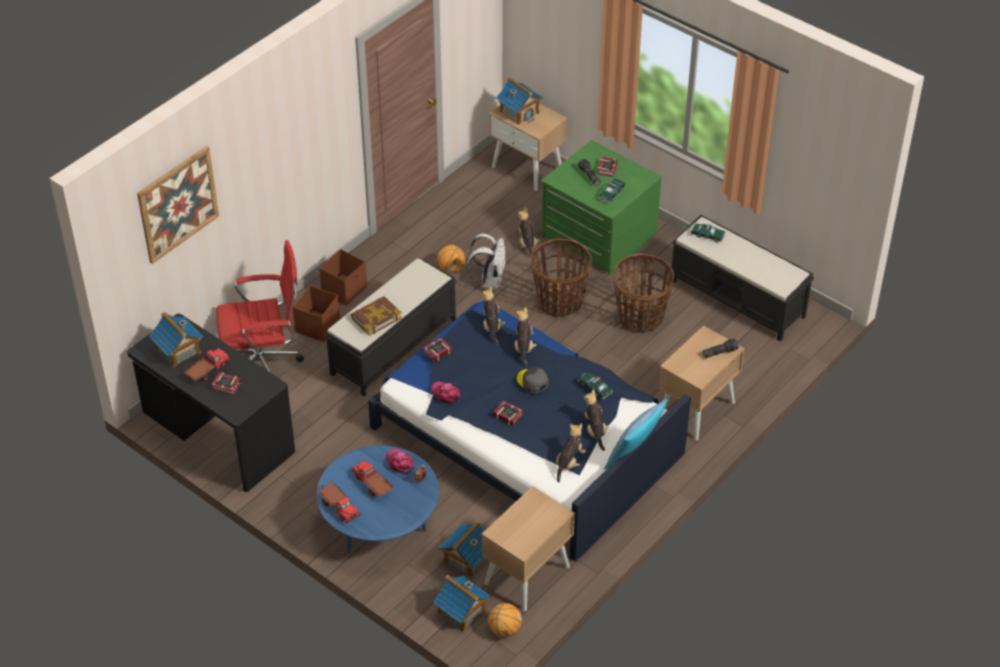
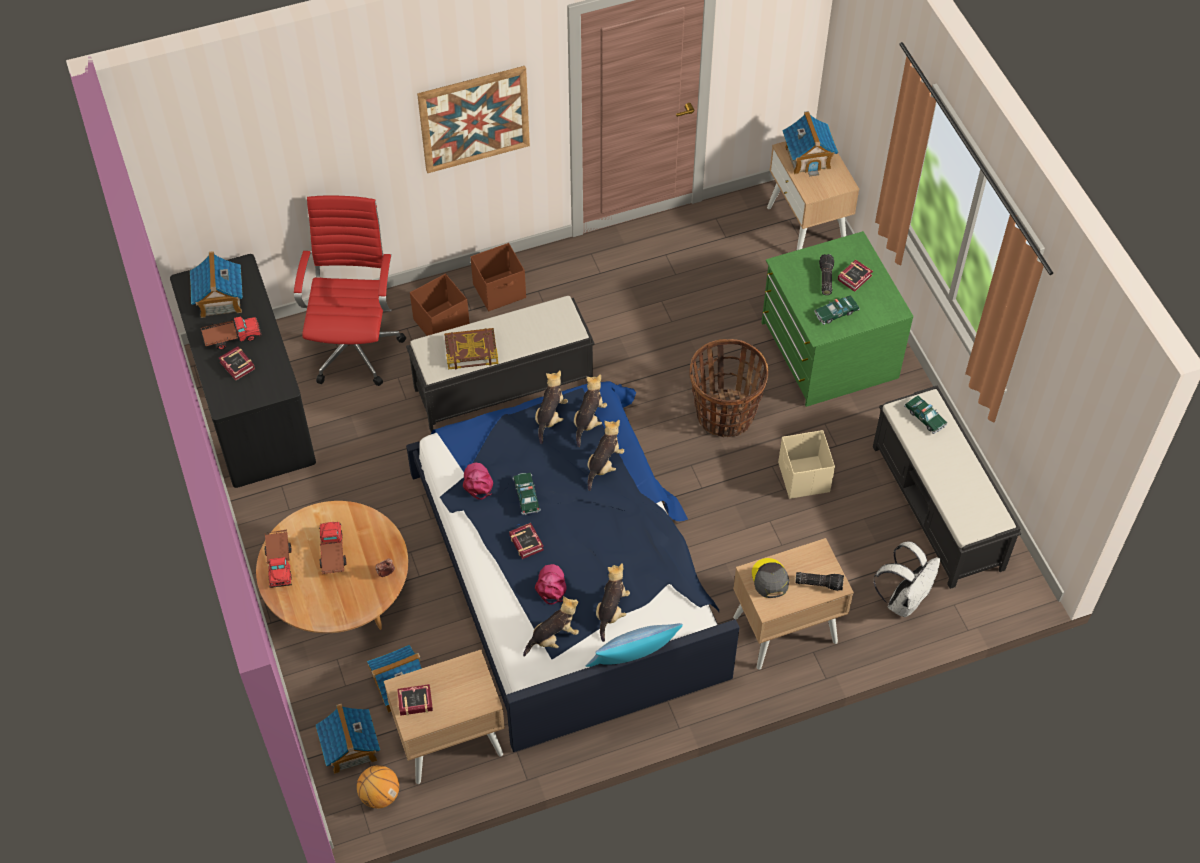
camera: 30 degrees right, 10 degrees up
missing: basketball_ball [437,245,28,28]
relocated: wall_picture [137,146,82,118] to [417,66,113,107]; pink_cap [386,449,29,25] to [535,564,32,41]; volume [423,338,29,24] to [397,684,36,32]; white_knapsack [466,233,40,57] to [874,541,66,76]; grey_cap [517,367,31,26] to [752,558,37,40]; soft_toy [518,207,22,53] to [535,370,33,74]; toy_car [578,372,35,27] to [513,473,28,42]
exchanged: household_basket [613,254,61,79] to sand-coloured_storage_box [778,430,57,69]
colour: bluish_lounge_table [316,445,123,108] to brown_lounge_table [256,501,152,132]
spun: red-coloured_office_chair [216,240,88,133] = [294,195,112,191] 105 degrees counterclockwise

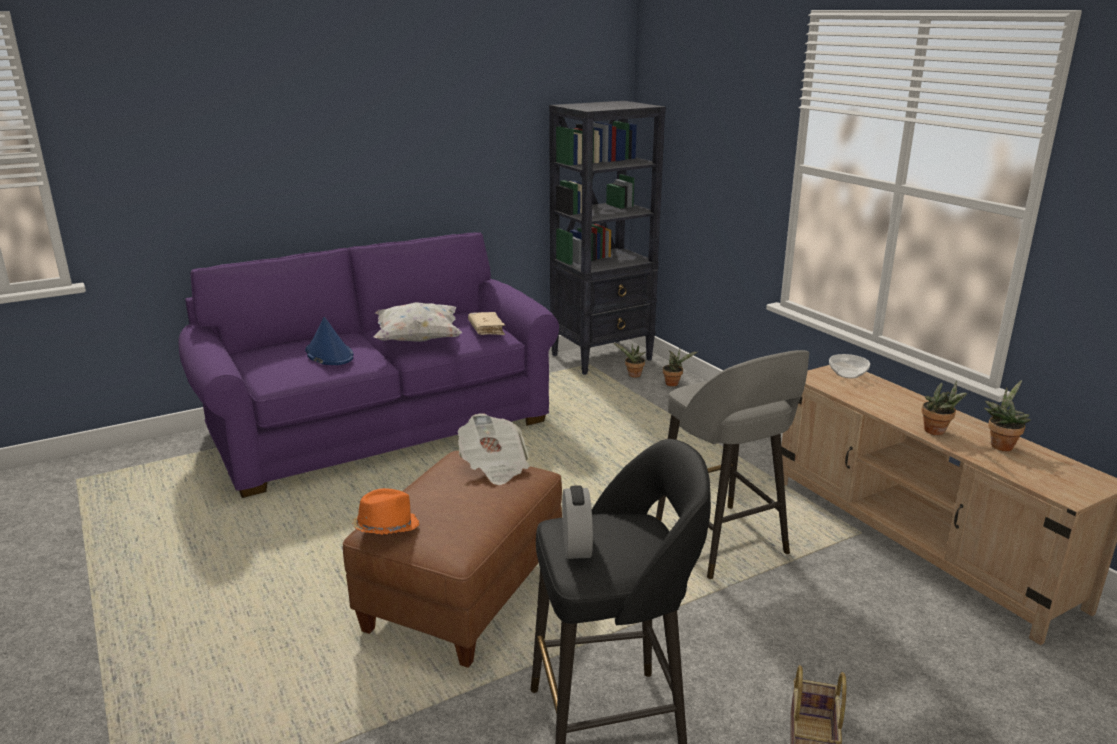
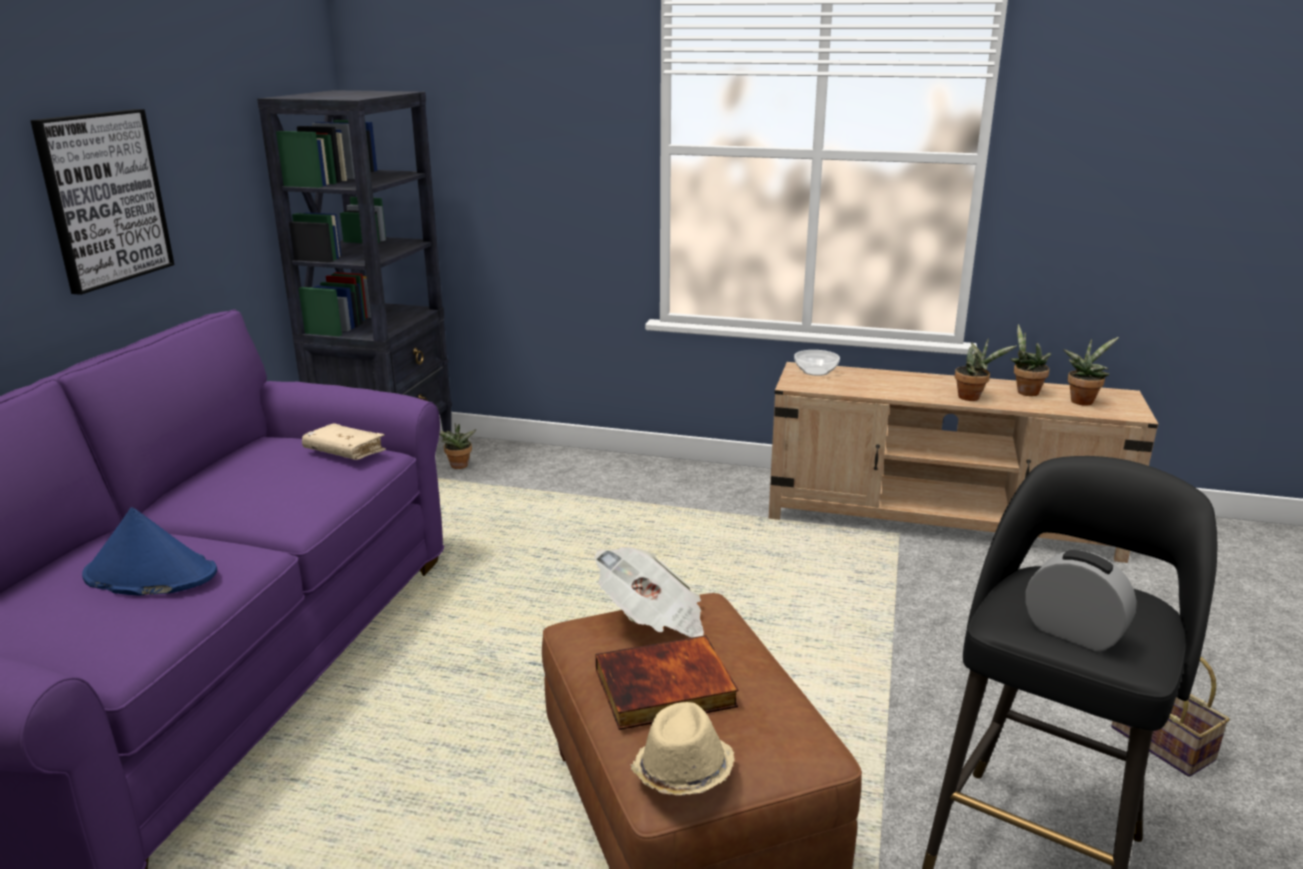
camera: 45 degrees left, 0 degrees up
missing: white_cushion [373,302,89,40]; grey_stool [656,350,153,229]
appeared: wall_picture [30,109,144,186]; volume [595,635,144,95]
relocated: potted_plant [663,349,35,37] to [1063,337,56,69]
colour: orangey_hat [352,488,67,47] to sand-coloured_hat [631,702,104,94]

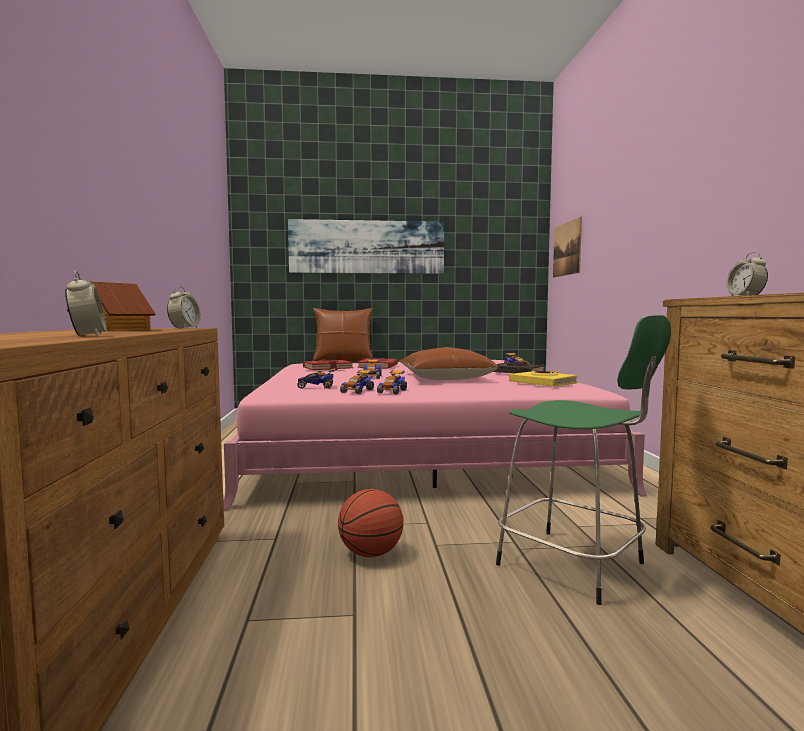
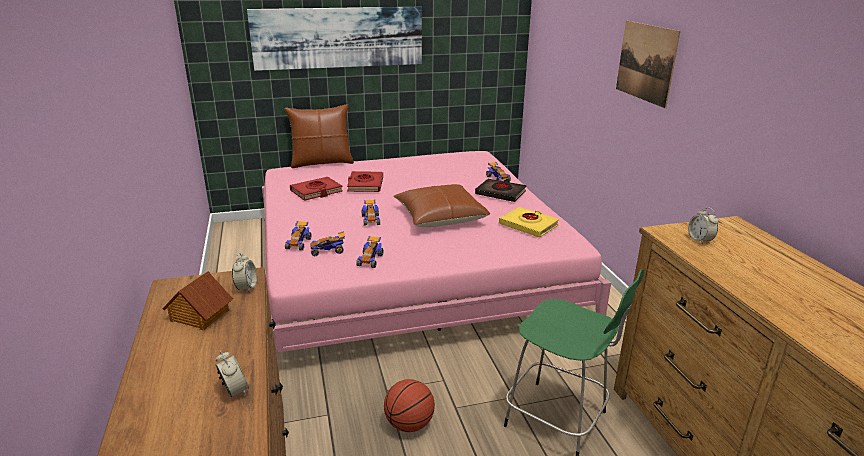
camera: 10 degrees left, 20 degrees up
relocated: toy_car [377,370,30,24] to [285,221,26,29]; wall_picture [553,217,29,61] to [616,21,65,87]

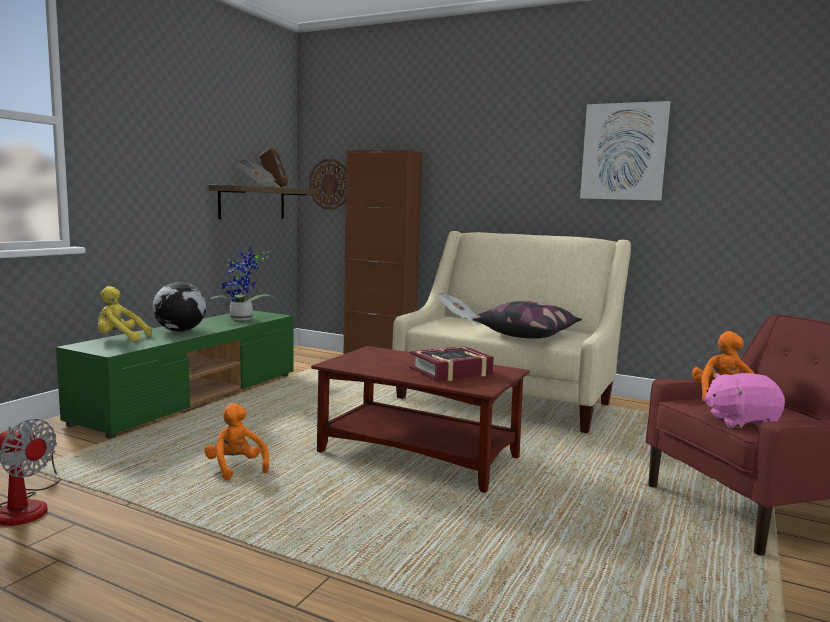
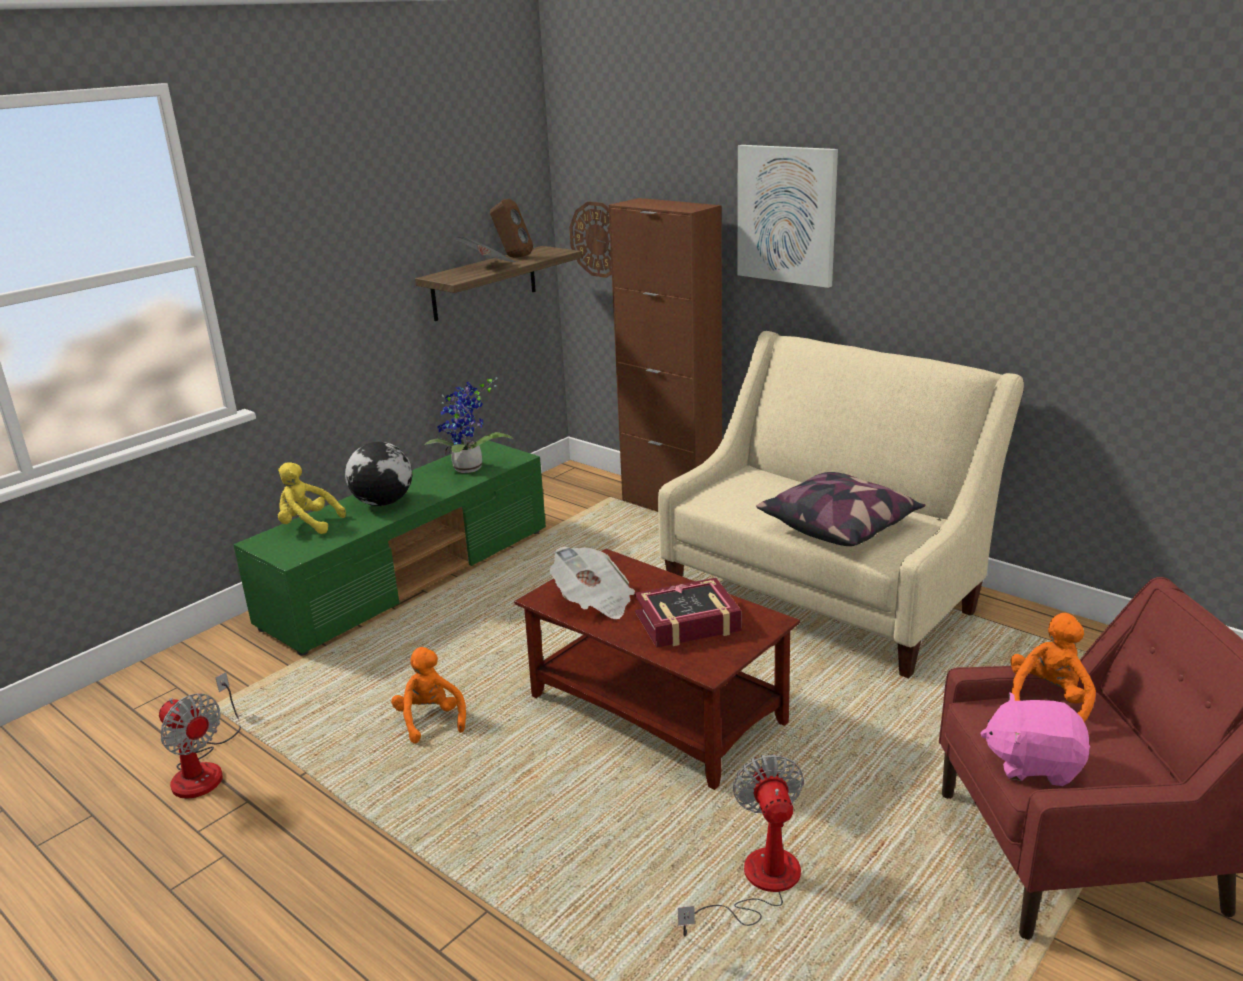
camera: 15 degrees right, 15 degrees up
appeared: electric_fan [678,754,126,183]
relocated: printed_paper [438,292,43,33] to [549,546,86,73]; wall_picture [580,101,90,100] to [737,145,101,143]

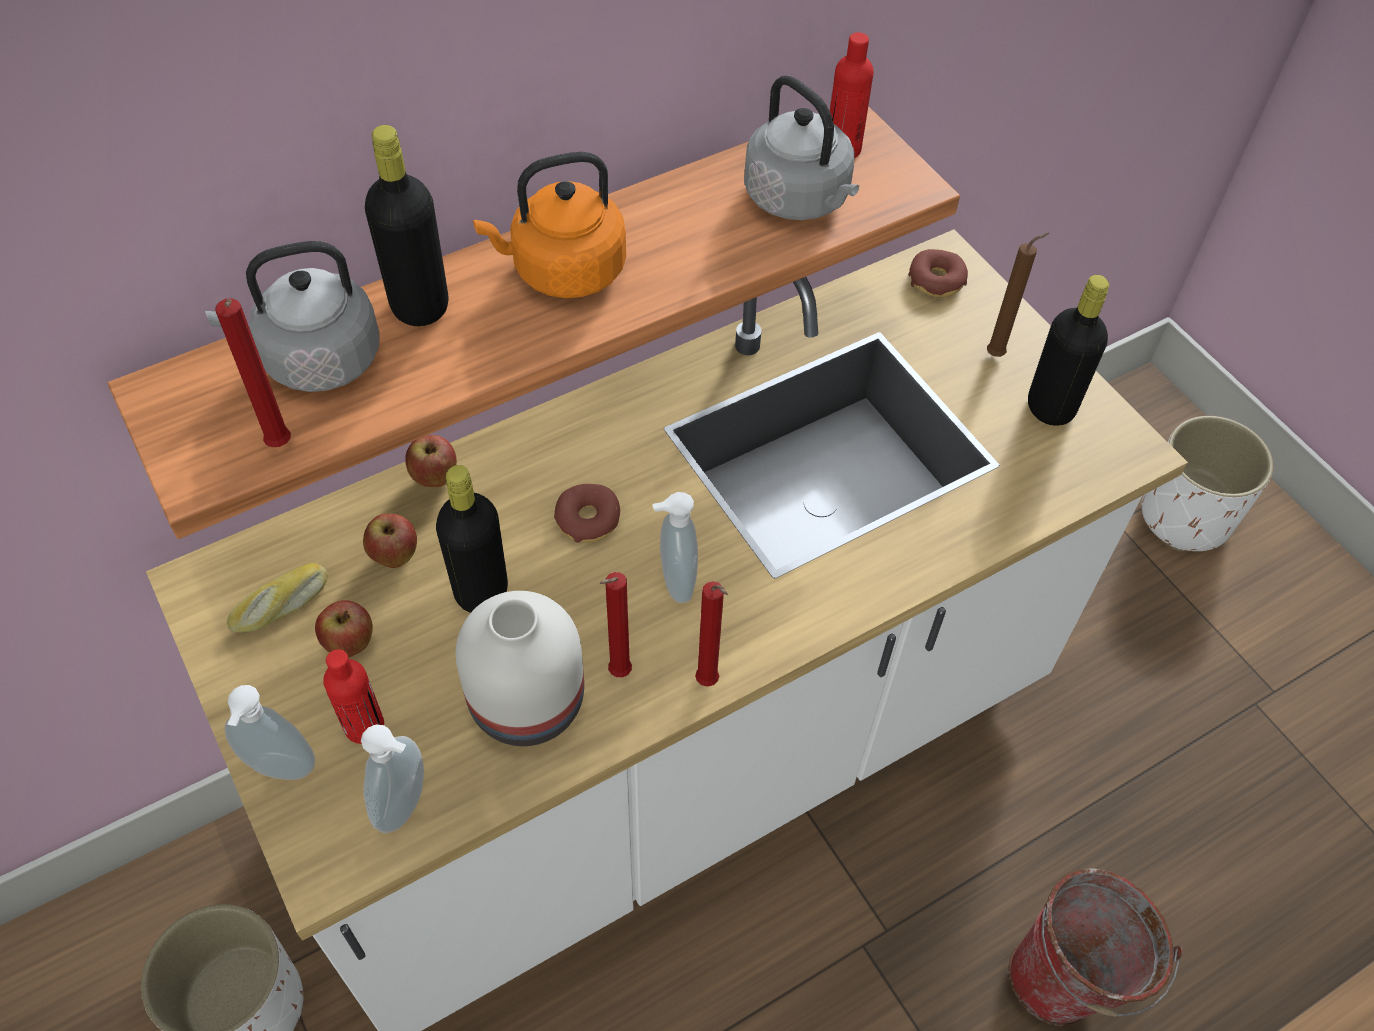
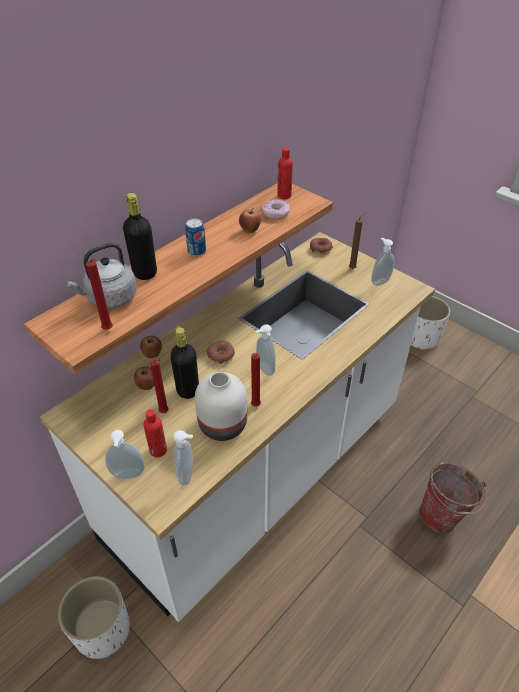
camera: 15 degrees left, 10 degrees down
missing: bakery_bread [227,563,101,70]
relocated: apple_fruit [315,600,58,58] to [239,208,22,25]; red-coloured_wax_candle [695,581,33,106] to [150,359,18,54]
exchanged: orangey_water_kettle [473,152,153,146] to can [185,218,21,38]; grey_water_kettle [744,75,115,145] to doughnut [262,199,28,20]; blackish_drink_bottle [1028,275,81,151] to liquid_soap_bottle [371,238,24,48]

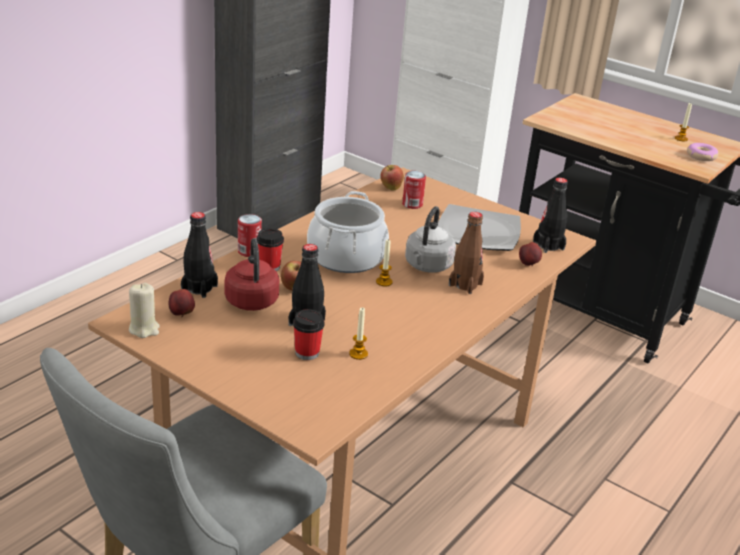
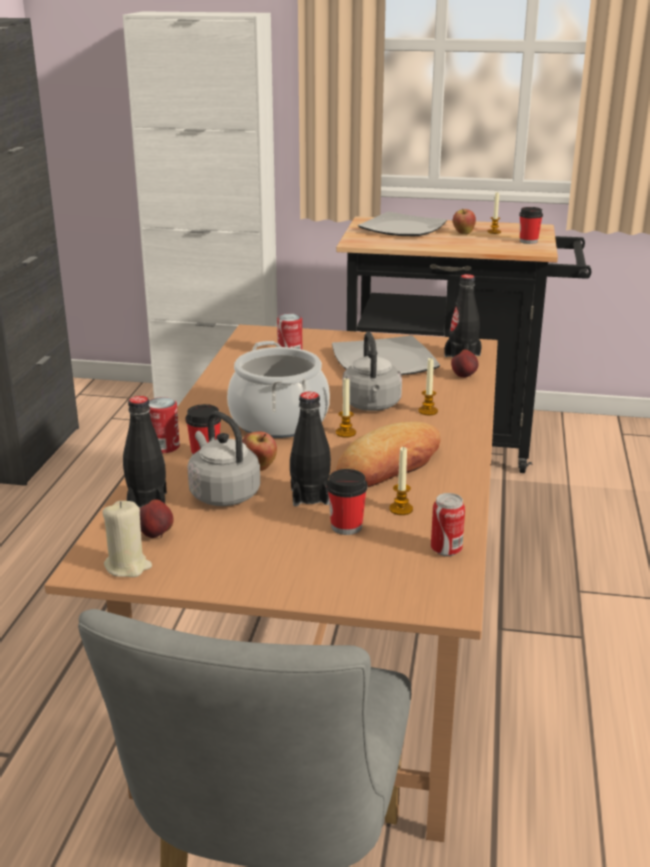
camera: 25 degrees left, 5 degrees down
appeared: bakery_bread [336,422,104,65]; flat_dish [358,212,89,24]; can [431,493,34,63]
relocated: apple_fruit [380,165,24,25] to [453,209,23,25]
exchanged: brown_drink_bottle [449,212,35,82] to wax_candle [418,358,20,57]; doughnut [687,143,31,18] to drinking_cup [519,207,24,37]
colour: red-coloured_water_kettle [224,238,55,73] to grey_water_kettle [187,411,73,95]

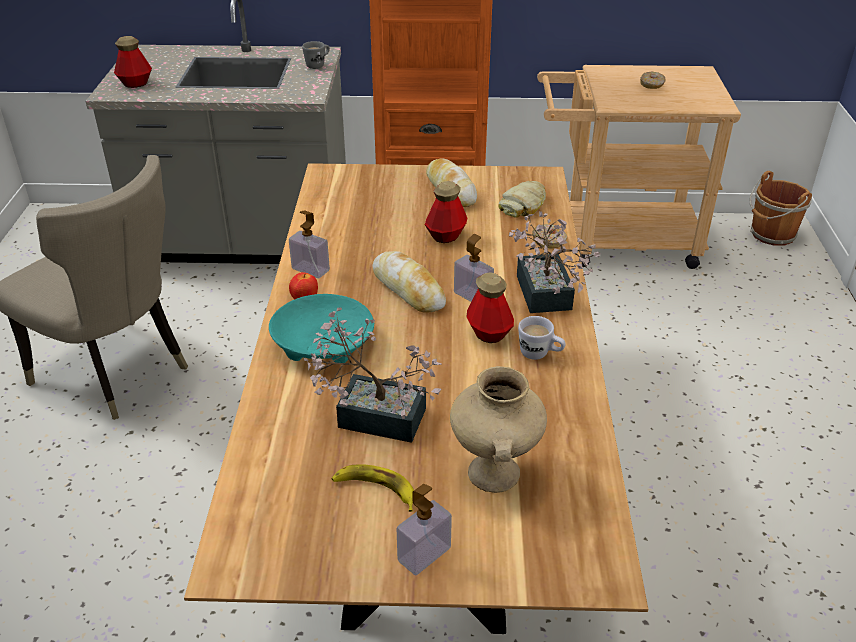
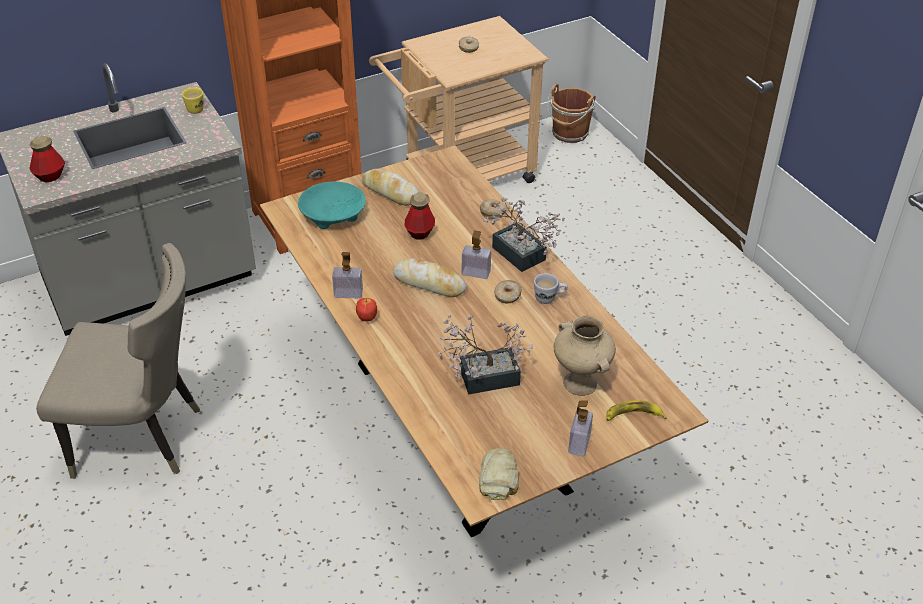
camera: 30 degrees left, 5 degrees up
relocated: turquoise_deep_dish [269,294,105,69] to [298,181,68,48]; banana_fruit [332,464,82,48] to [606,400,61,21]; bakery_bread [498,181,48,37] to [479,448,40,52]
exchanged: drink_bottle [466,272,48,71] to doughnut [494,280,28,23]
colour: grey_mug [302,41,28,28] to yellow_mug [182,87,22,27]

